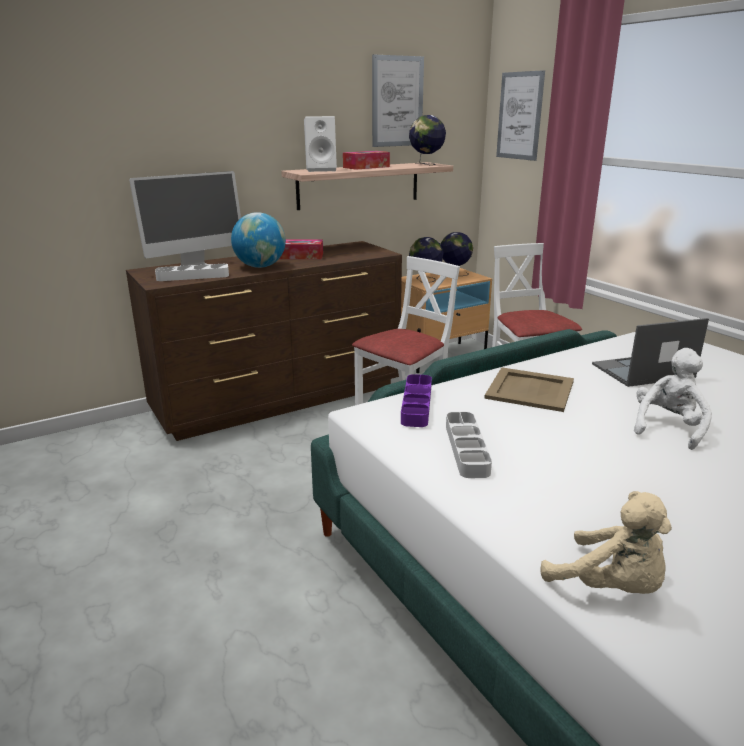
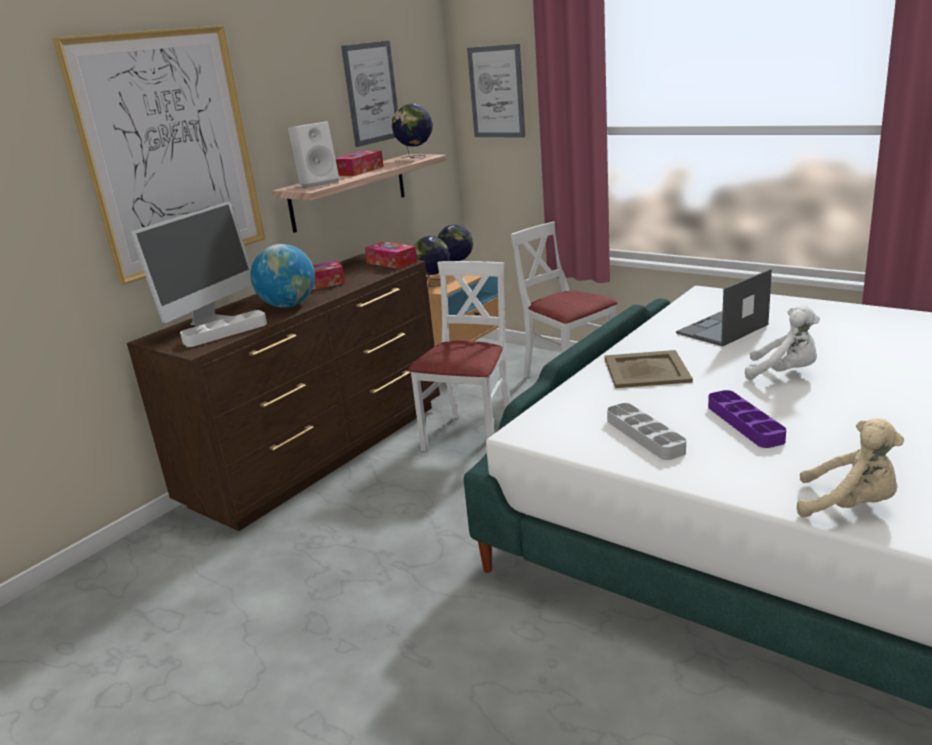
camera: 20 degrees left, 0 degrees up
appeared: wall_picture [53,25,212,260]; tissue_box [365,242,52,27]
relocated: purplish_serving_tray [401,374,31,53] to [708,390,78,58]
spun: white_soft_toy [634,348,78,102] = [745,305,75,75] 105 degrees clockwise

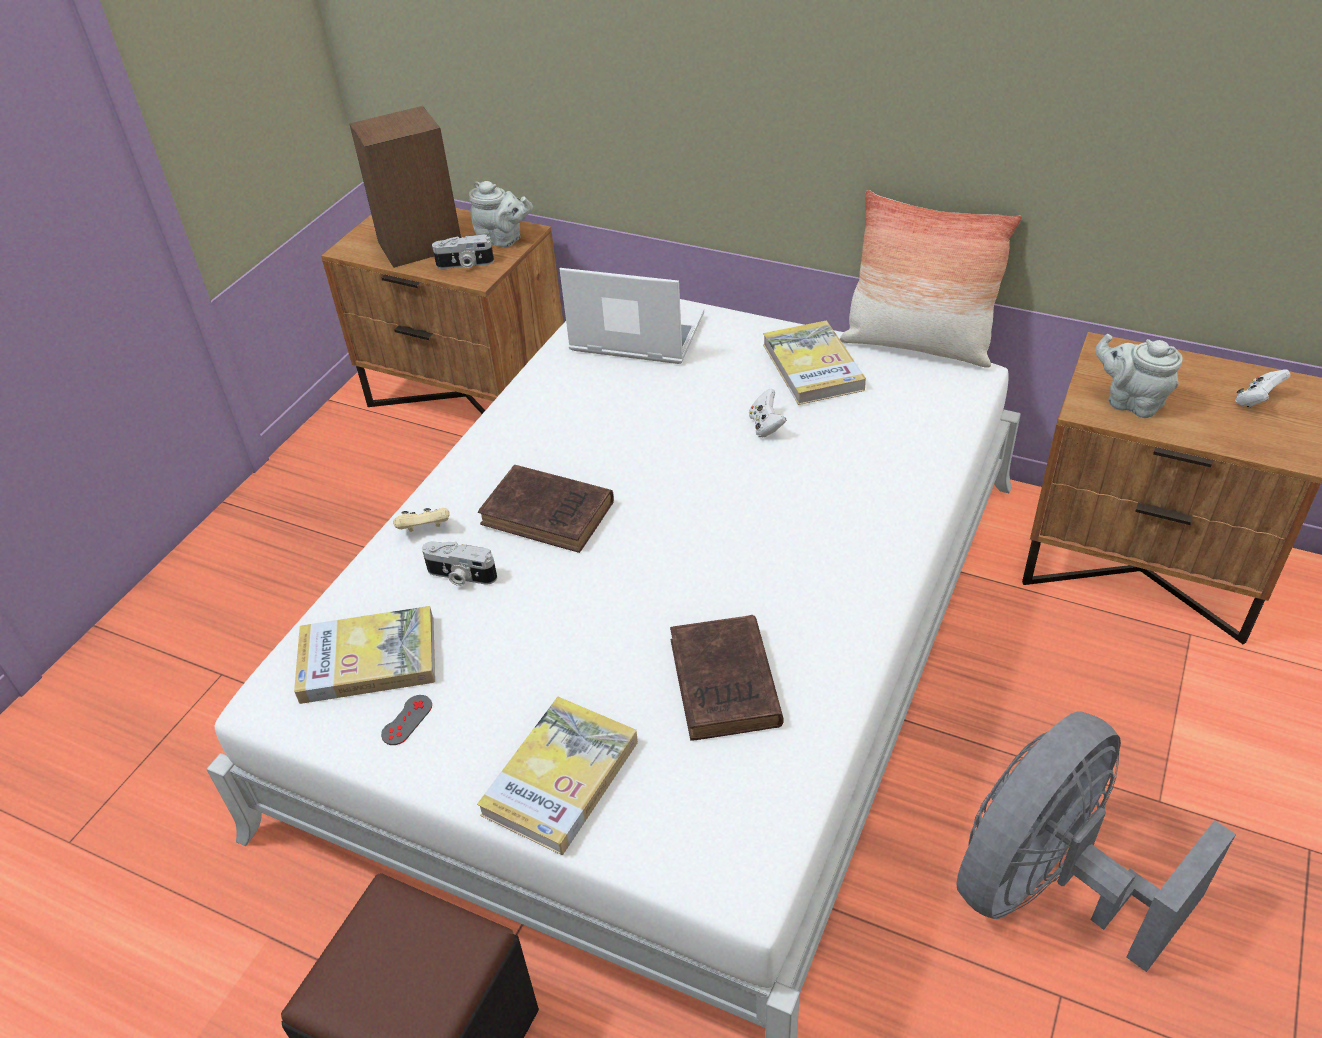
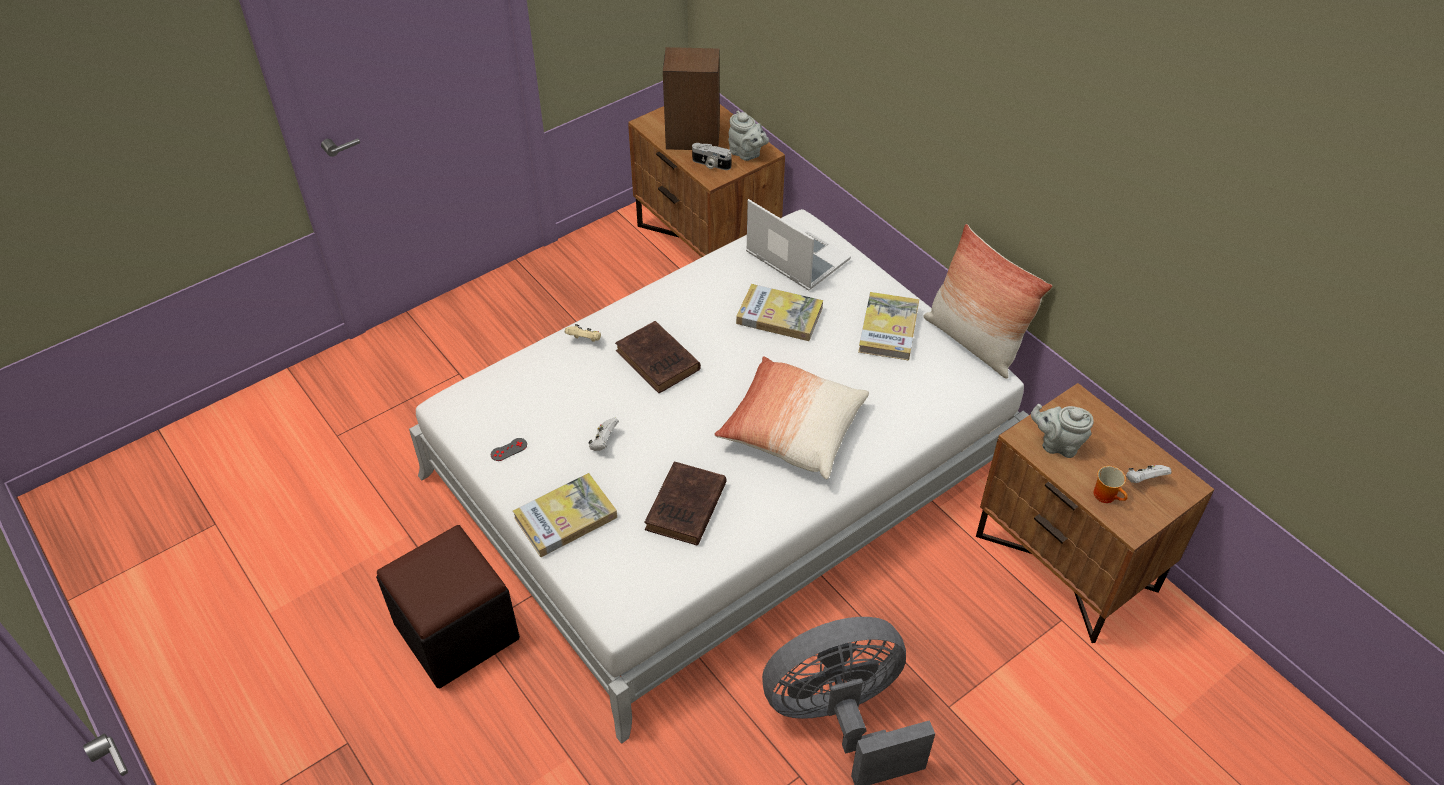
camera: 25 degrees right, 5 degrees up
missing: photo_camera [422,541,75,45]
appeared: cushion [714,356,155,123]; mug [1093,466,35,37]
relocated: volume [294,606,141,98] to [736,284,87,57]; white_joypad [749,388,37,49] to [588,417,31,34]
spun: grey_teapot [1095,334,87,84] = [1031,404,63,54] 45 degrees counterclockwise

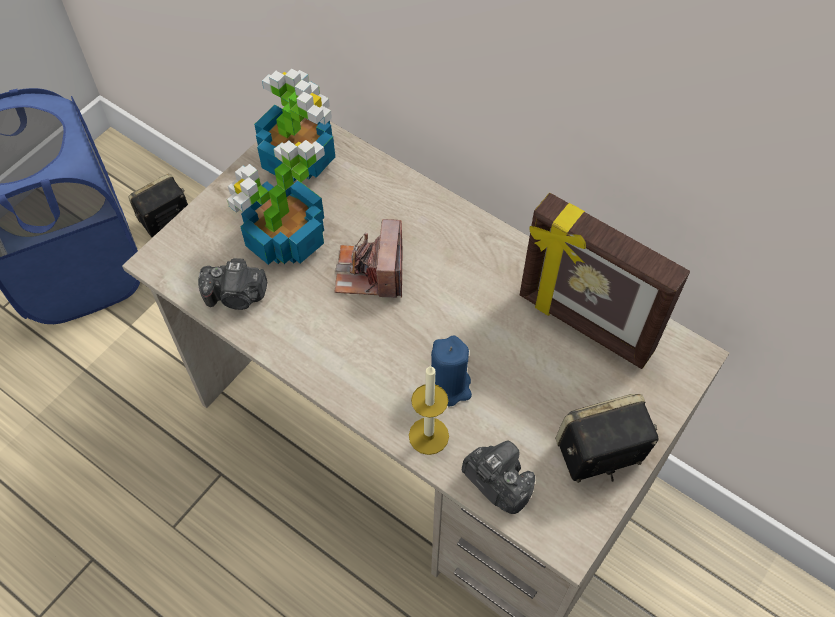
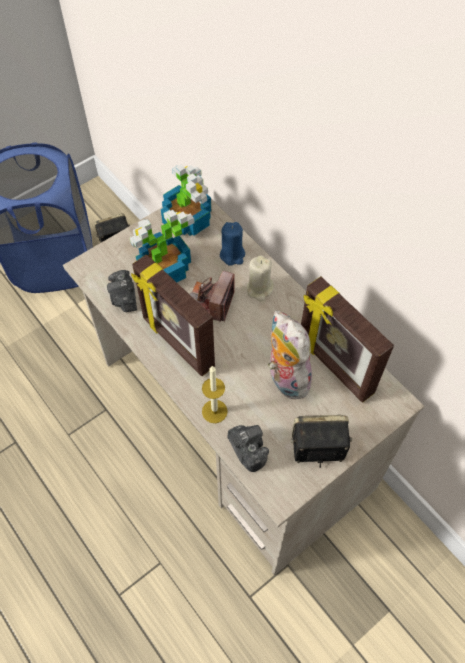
camera: 15 degrees right, 0 degrees up
appeared: photo_frame [131,254,84,122]; sand-coloured_wax_candle [246,255,28,46]; soft_toy [268,311,44,88]
relocated: bluish_wax_candle [431,335,41,71] to [220,222,25,44]
spun: photo_camera [198,258,69,52] = [107,270,30,42] 60 degrees clockwise

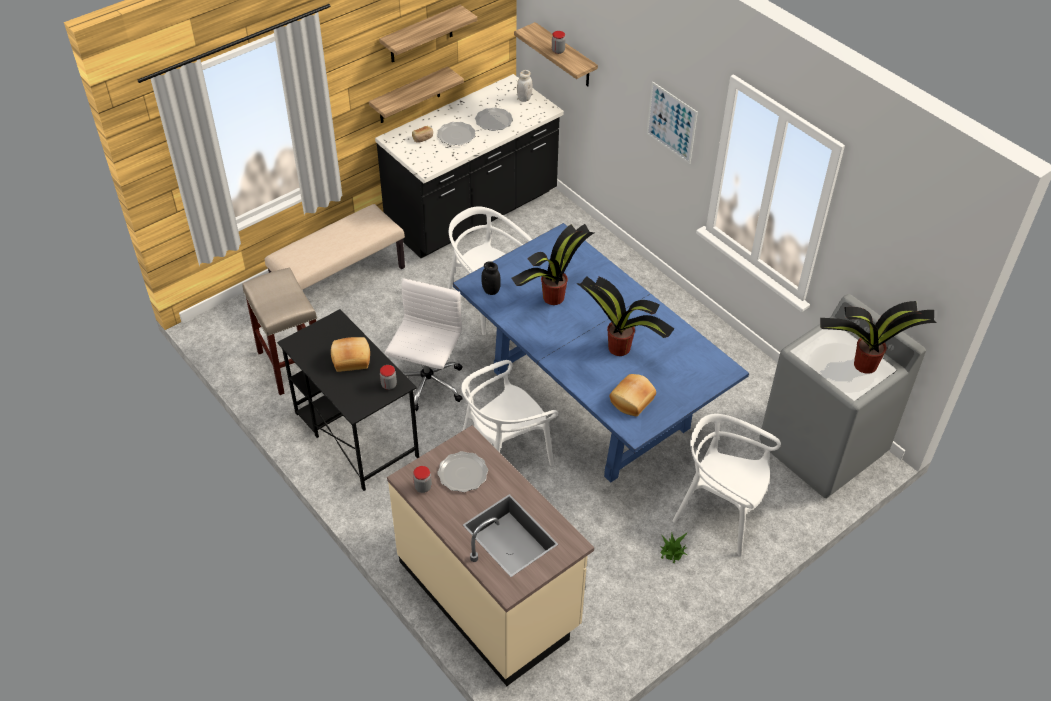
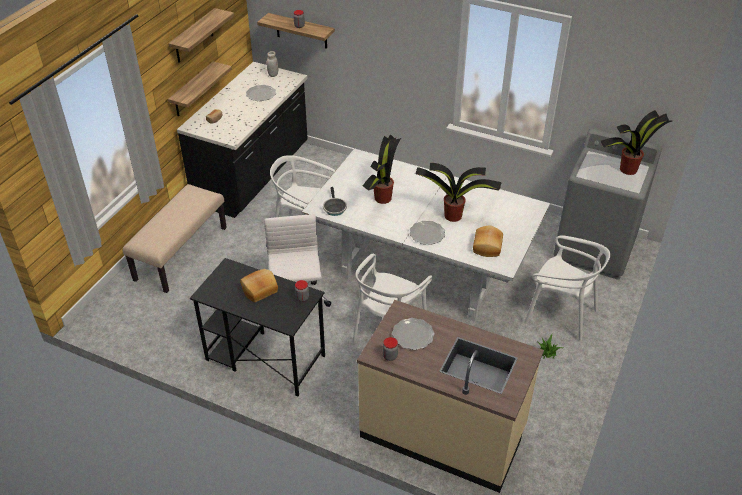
camera: 25 degrees left, 5 degrees down
missing: sand-coloured_stool [242,267,75,128]; wall_picture [647,82,51,82]
relocated: flat_dish [437,122,38,23] to [410,221,35,24]
exchanged: blackish_storage_jar [482,261,19,34] to skillet [323,187,24,29]
colour: bluish_dinner_table [453,223,296,260] to white_dinner_table [302,149,248,173]
spun: white_plain_chair [673,414,108,142] = [524,235,86,106] 150 degrees counterclockwise

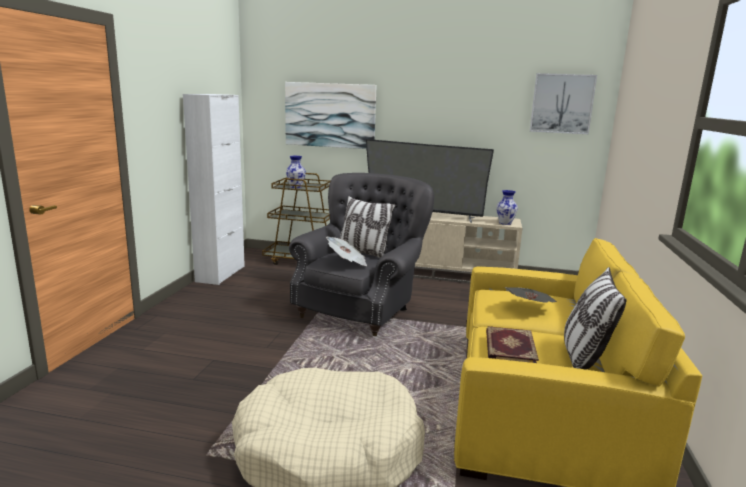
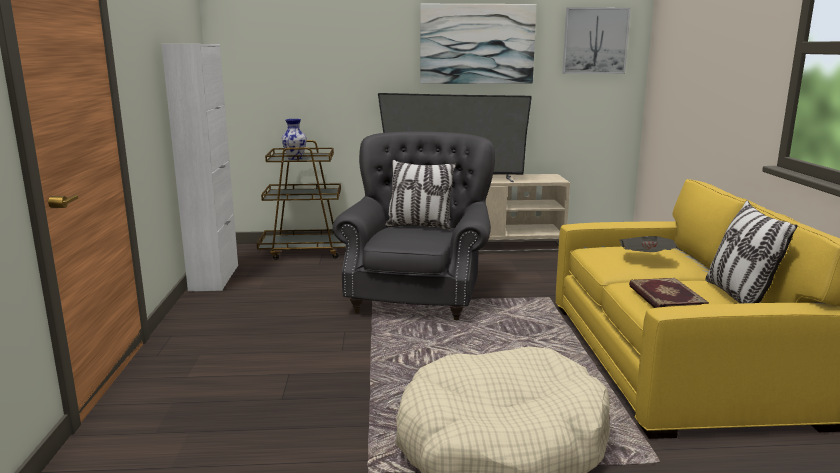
camera: 15 degrees left, 0 degrees up
missing: printed_paper [326,236,41,30]; flower_vase [496,190,22,35]
relocated: wall_picture [285,82,92,67] to [420,4,116,80]

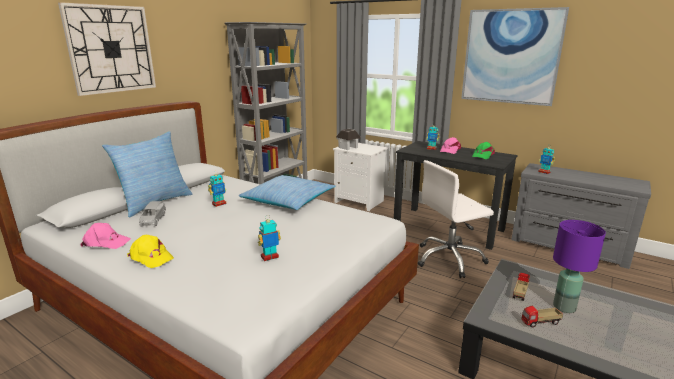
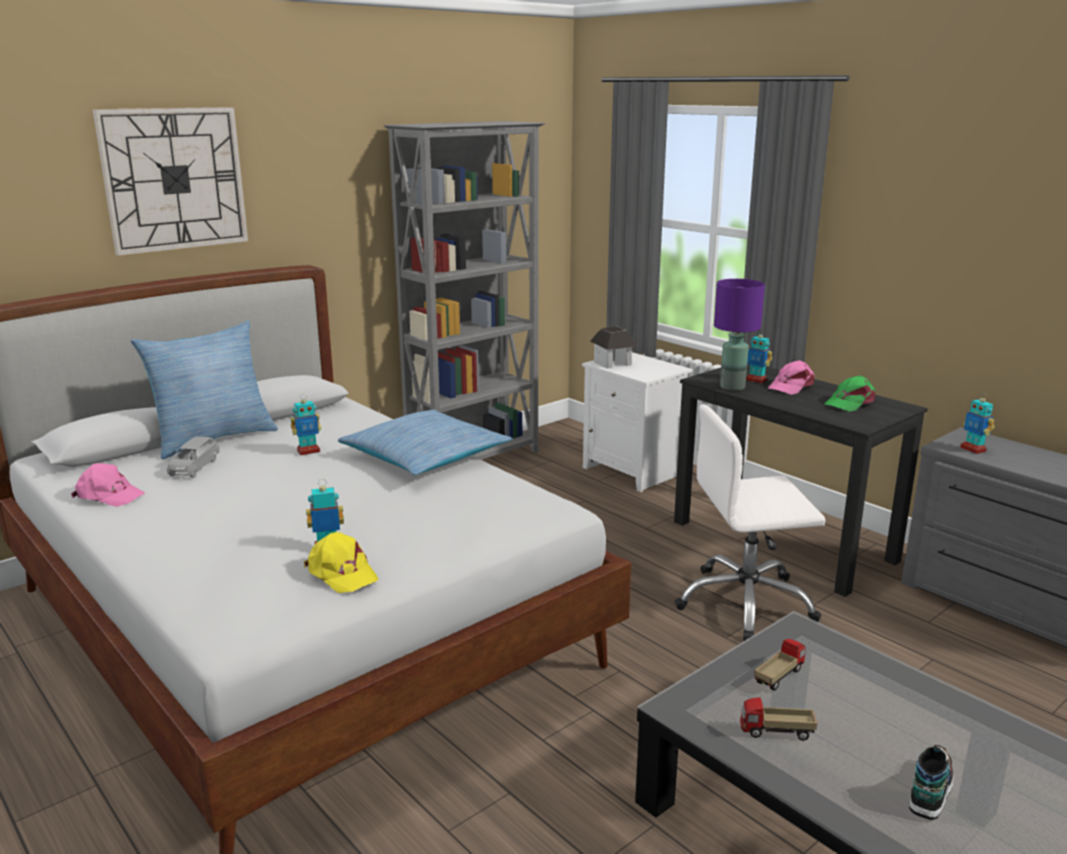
camera: 15 degrees right, 0 degrees up
missing: wall_picture [461,7,108,99]
appeared: item_of_footwear [909,745,44,75]
relocated: yellow_cap [127,235,47,33] to [304,532,74,61]; purplish_lamp_for_a_table [553,220,53,93] to [714,279,51,112]

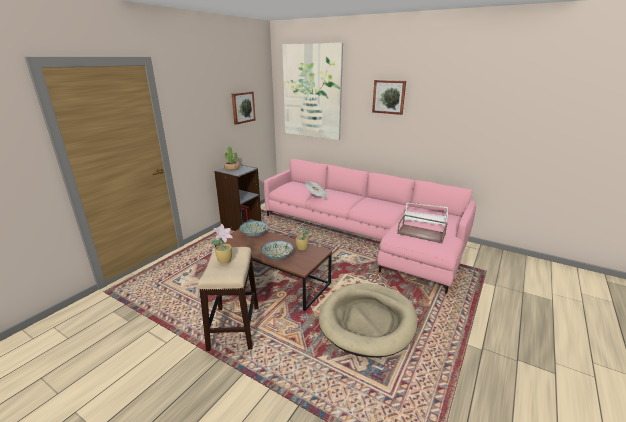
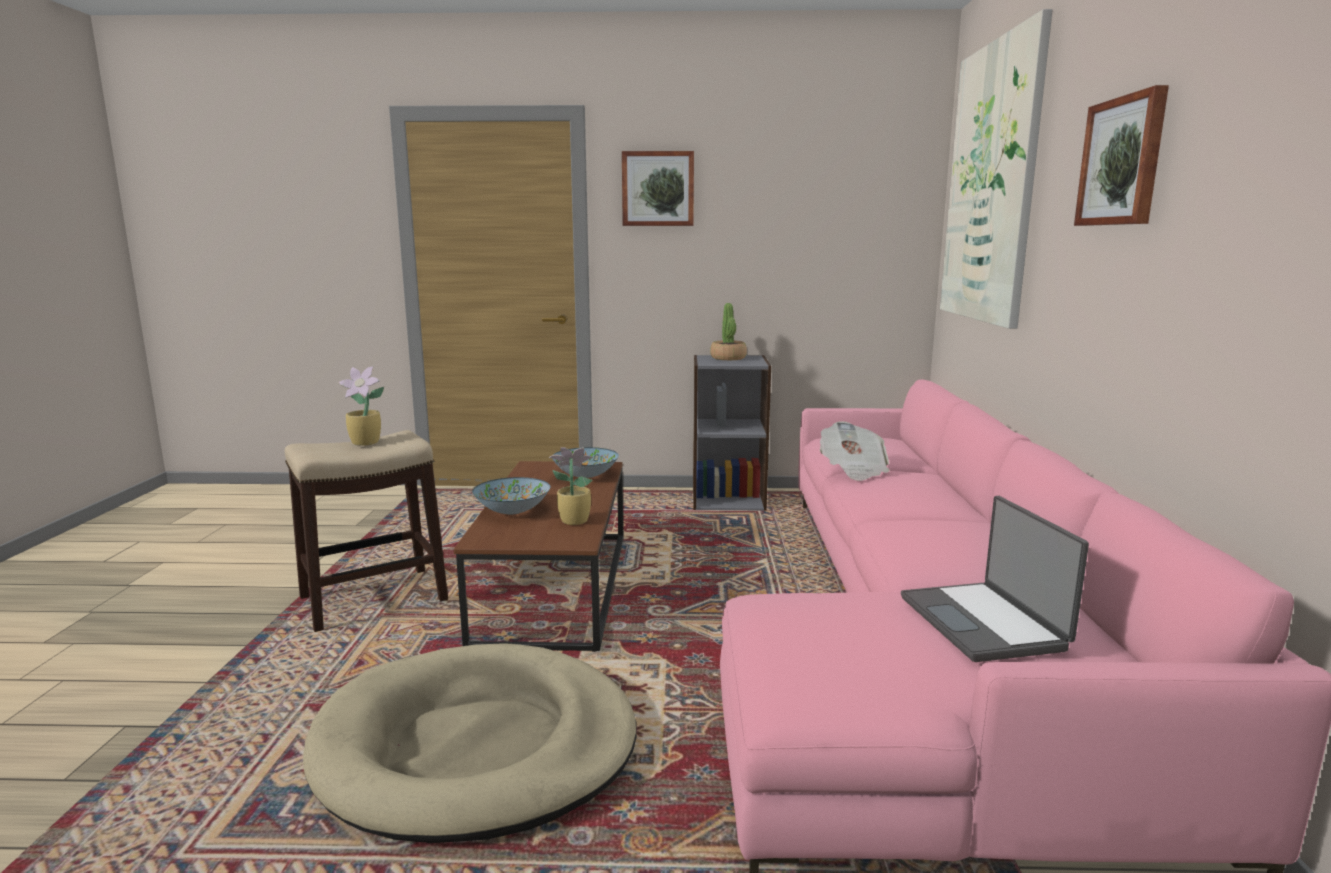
camera: 60 degrees right, 10 degrees down
missing: brown_serving_tray [397,214,51,29]
relocated: wall_picture [232,91,24,34] to [622,151,72,75]
exchanged: white_serving_tray [404,202,44,23] to notebook_computer [901,496,188,166]

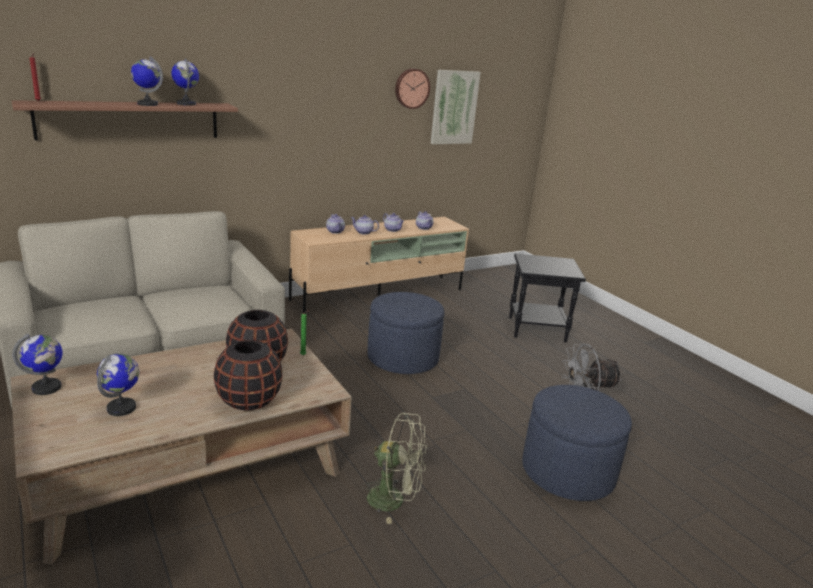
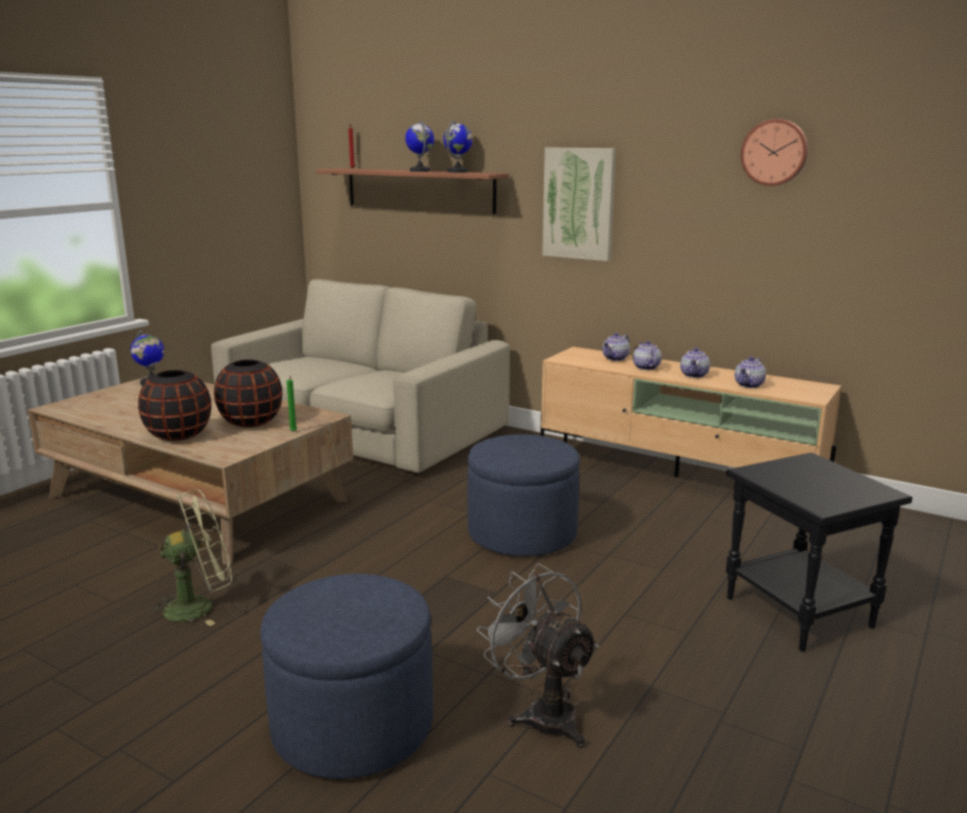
camera: 65 degrees right, 5 degrees down
missing: desk_globe [97,354,42,62]
relocated: wall_picture [431,70,50,74] to [542,147,74,114]
spun: green-coloured_electric_fan [360,413,67,111] = [148,489,84,137] 105 degrees counterclockwise

